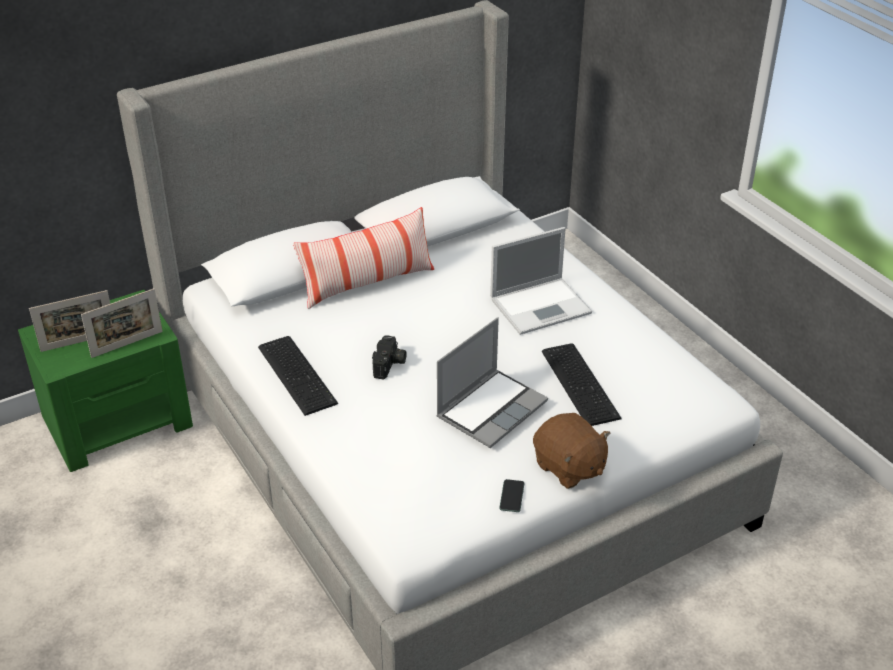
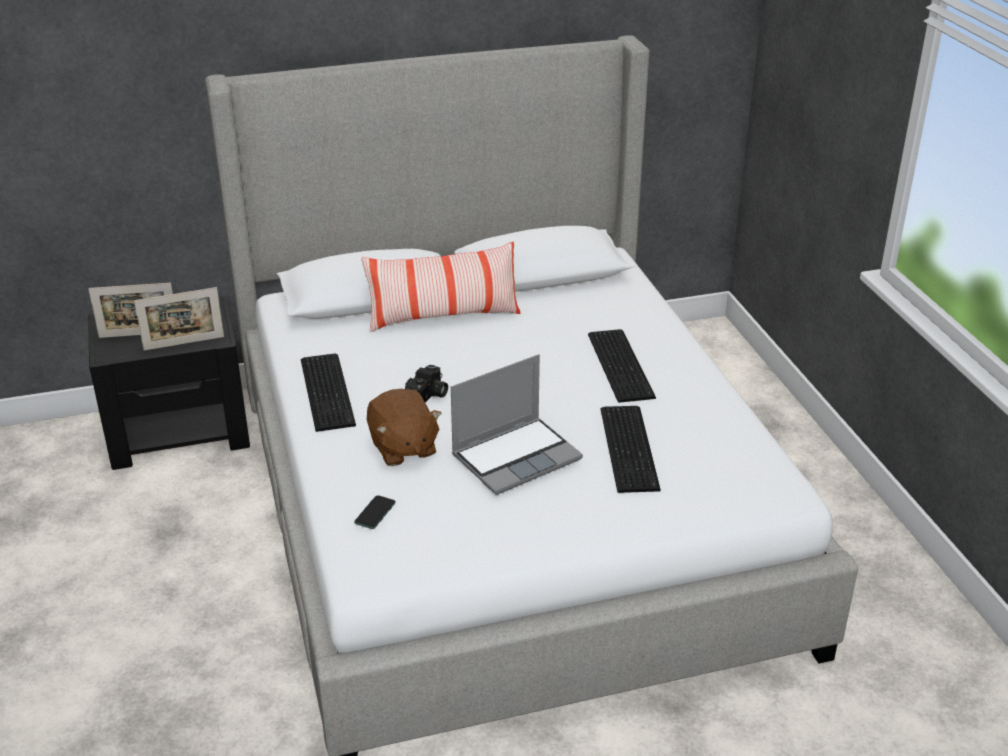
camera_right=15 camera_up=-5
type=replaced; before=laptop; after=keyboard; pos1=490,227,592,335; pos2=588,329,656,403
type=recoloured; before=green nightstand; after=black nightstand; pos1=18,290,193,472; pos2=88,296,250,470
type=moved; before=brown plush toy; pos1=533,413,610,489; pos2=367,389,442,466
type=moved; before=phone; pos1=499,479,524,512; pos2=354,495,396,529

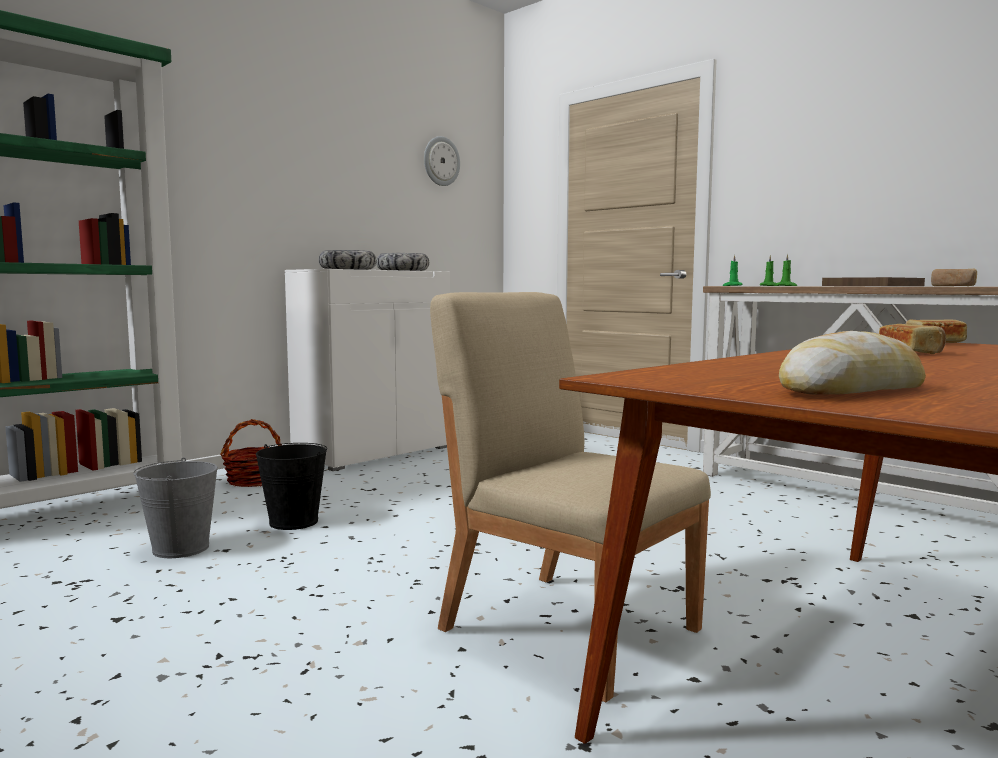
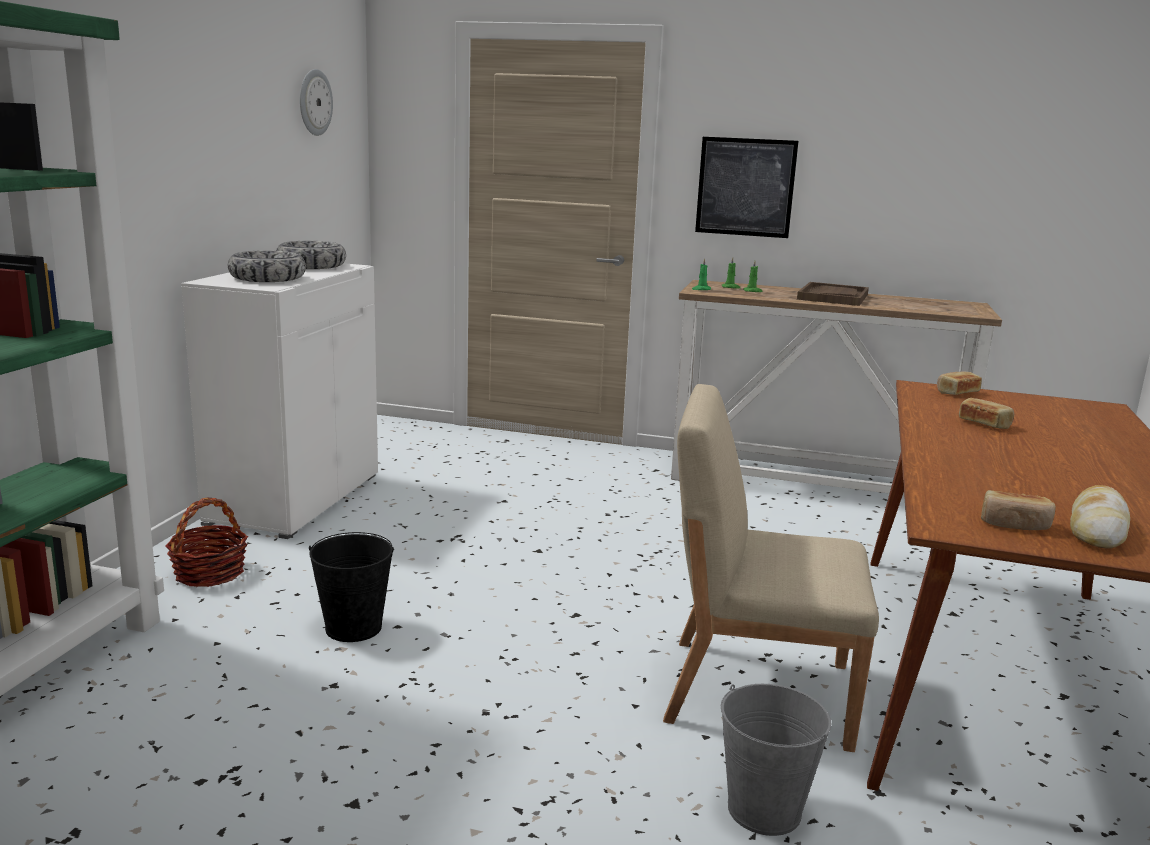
camera_right=-30 camera_up=10
type=moved; before=bread; pos1=931,269,977,286; pos2=981,490,1056,530
type=moved; before=grey bucket; pos1=133,457,218,558; pos2=721,684,831,836
type=added; after=picture; pos2=695,137,798,238

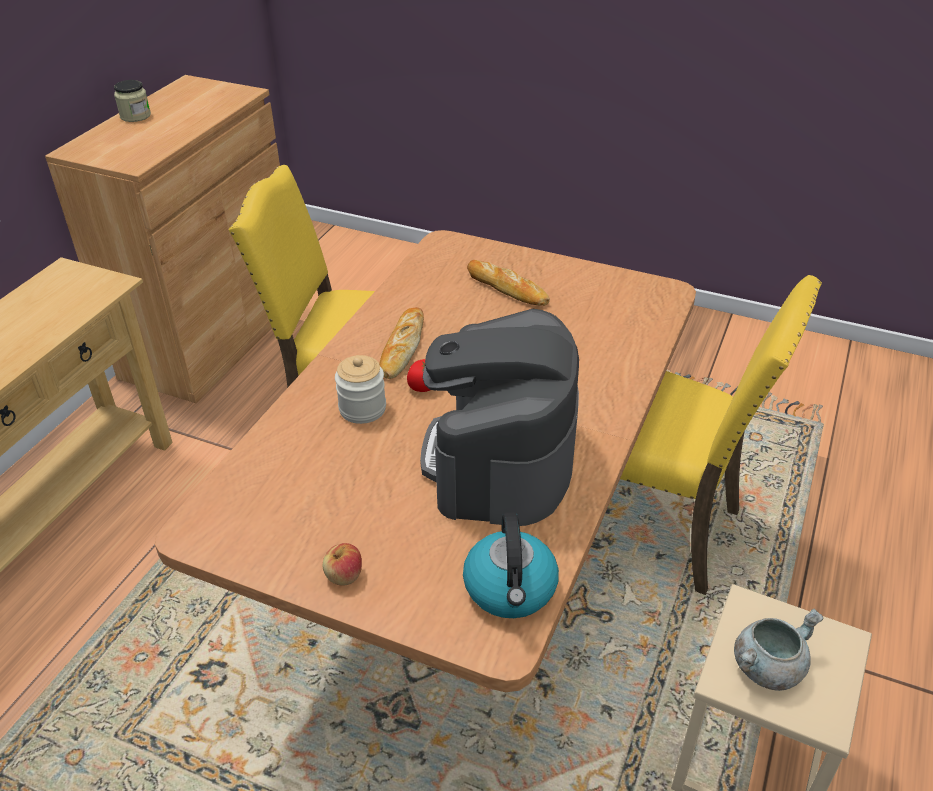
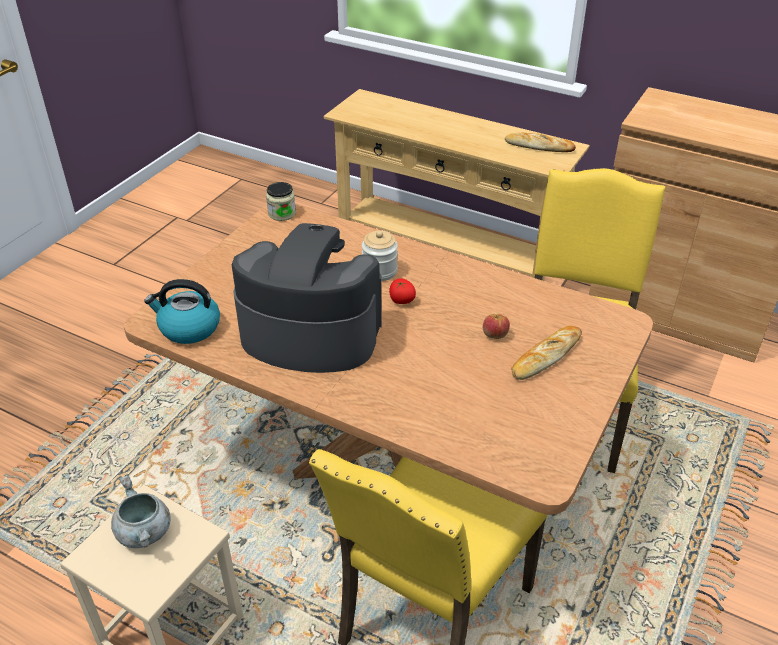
camera_right=95 camera_up=0
type=moved; before=jar; pos1=114,80,151,122; pos2=266,182,296,221
type=moved; before=bread; pos1=379,307,424,379; pos2=505,133,576,152
type=moved; before=apple; pos1=323,543,362,586; pos2=483,313,510,339

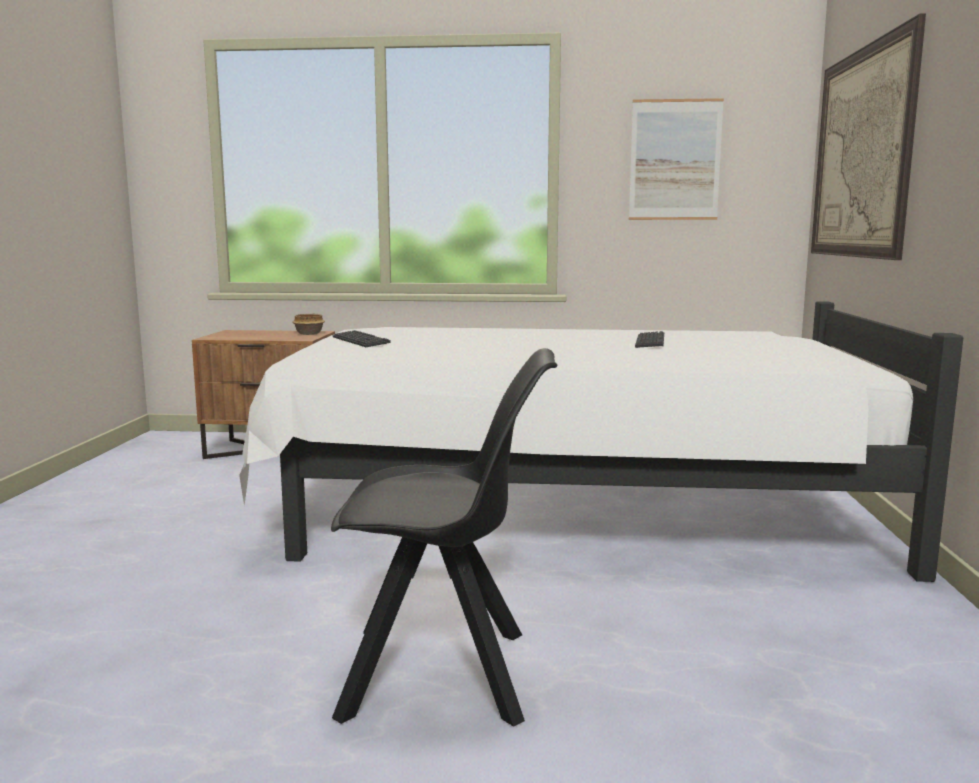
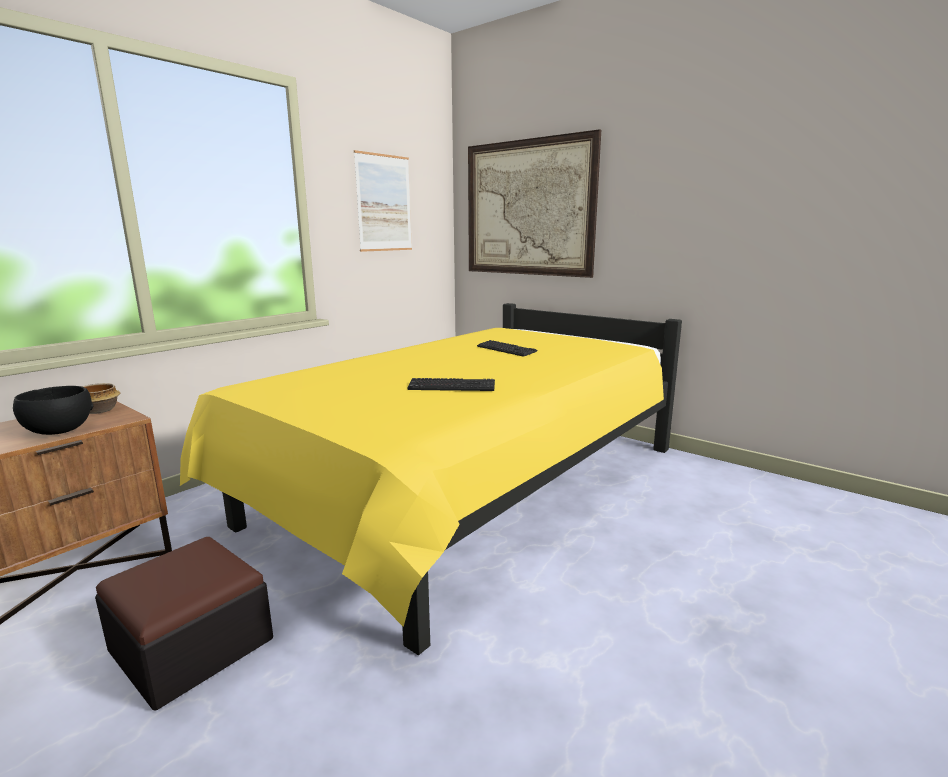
camera_right=-55 camera_up=5
type=recoloured; before=white bed; after=yellow bed; pos1=239,302,963,582; pos2=180,303,682,656
type=moved; before=keyboard; pos1=332,330,391,347; pos2=408,378,495,391
type=removed; before=black chair; pos1=331,348,558,727
type=added; after=black bowl; pos2=13,386,93,435
type=added; after=ottoman; pos2=95,537,273,711

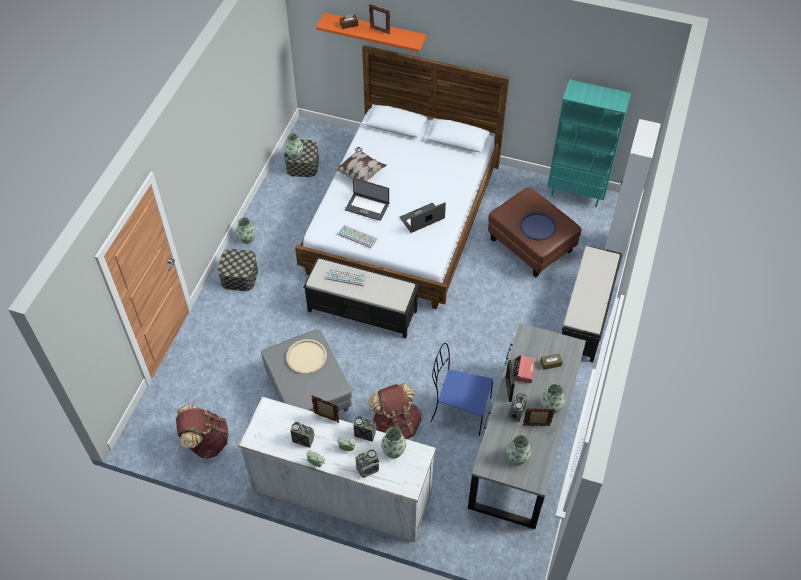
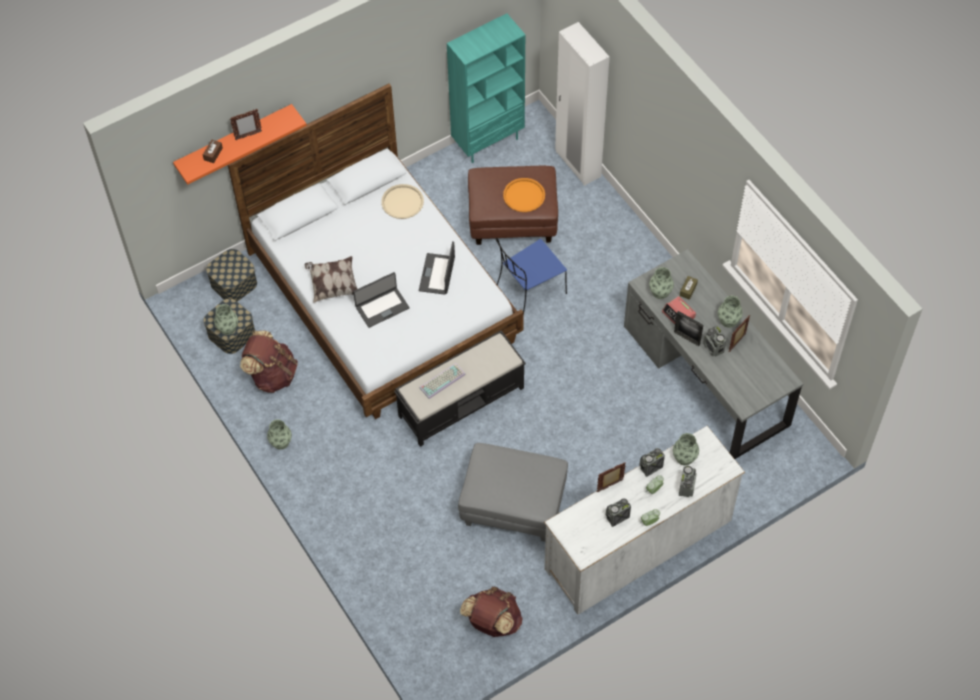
camera_right=-50 camera_up=5
type=recoloured; before=blue tray; after=orange tray; pos1=520,212,557,240; pos2=503,178,545,212
type=removed; before=keyboard; pos1=337,225,377,248
type=removed; before=black bench; pos1=562,246,622,363
type=moved; before=storage box; pos1=218,249,258,291; pos2=206,249,257,302
type=moved; before=beige tray; pos1=286,339,327,374; pos2=381,184,424,219
type=moved; before=blue chair; pos1=431,343,493,436; pos2=496,238,567,312
type=moved; before=brown backpack; pos1=368,383,422,439; pos2=240,331,298,393
type=moved; before=vase; pos1=506,435,531,465; pos2=649,267,674,299

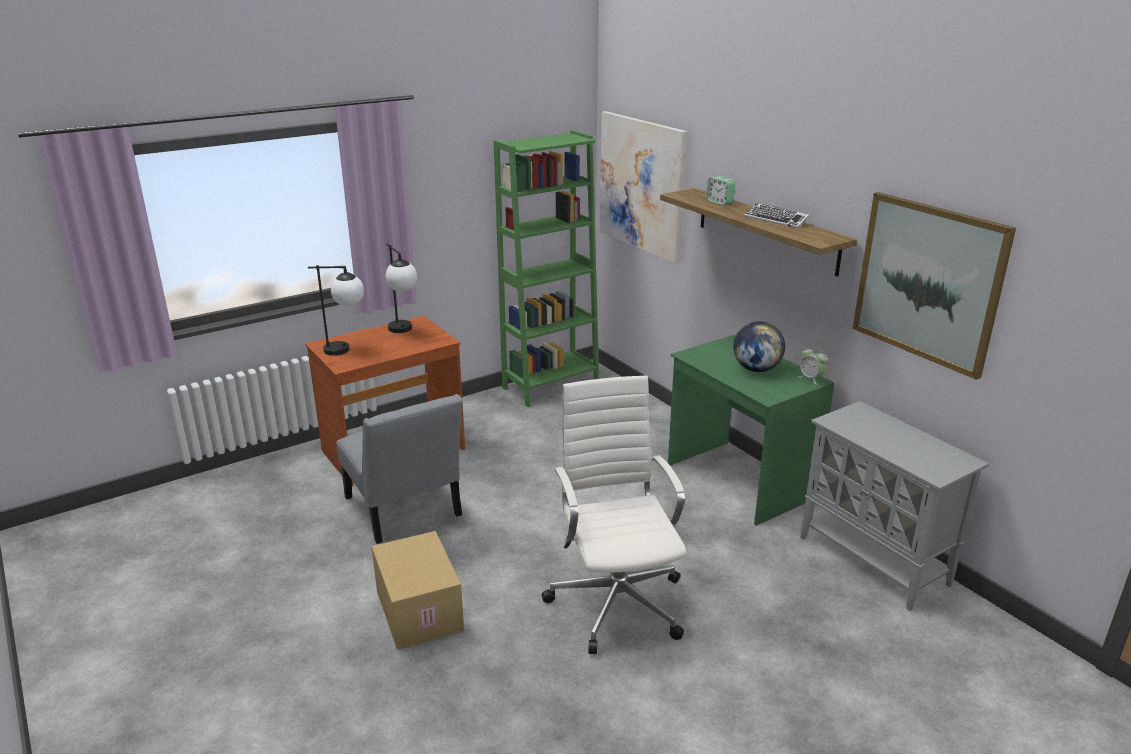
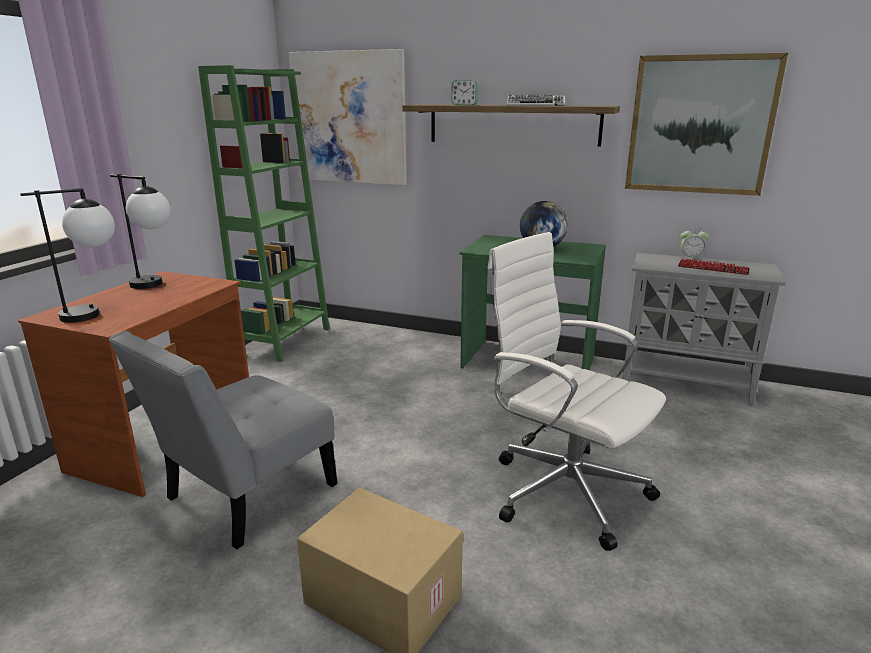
camera_right=-35 camera_up=-5
type=moved; before=alarm clock; pos1=799,347,828,385; pos2=680,228,709,261
type=turned; before=grey chair; pos1=336,394,463,544; pos2=109,331,338,549; turn=105
type=added; after=keyboard; pos2=678,258,750,275

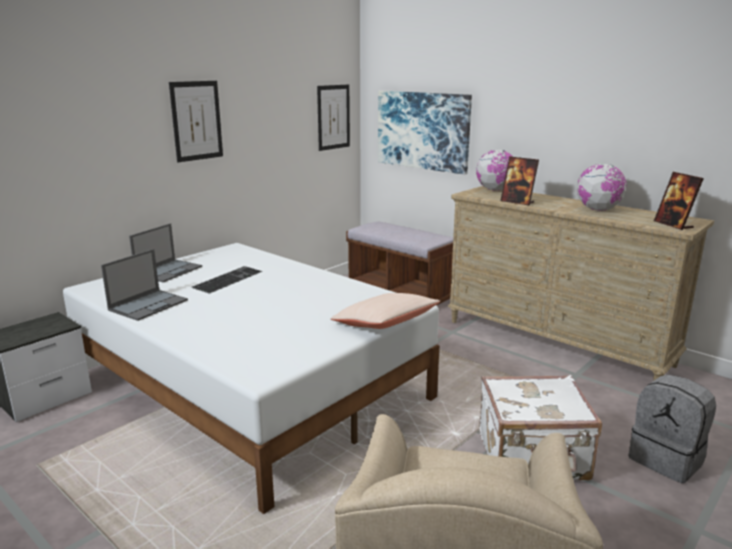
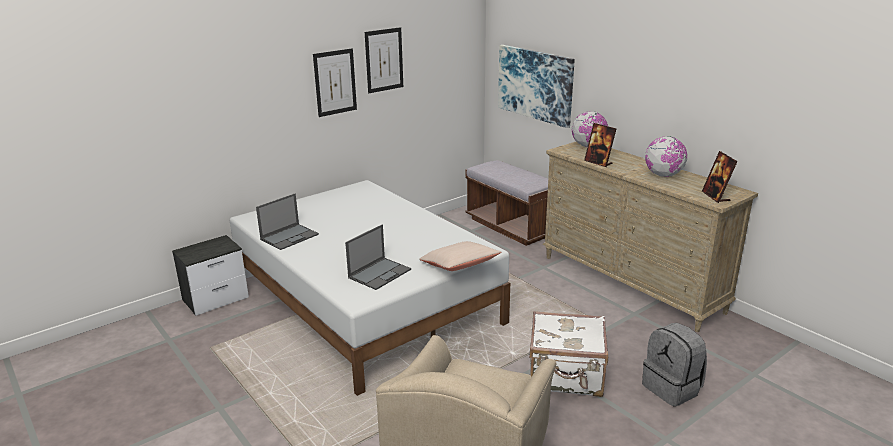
camera_right=10 camera_up=5
type=moved; before=picture; pos1=317,84,350,151; pos2=365,27,403,93
type=moved; before=laptop; pos1=129,223,202,282; pos2=345,225,411,290
type=removed; before=keyboard; pos1=192,266,263,294

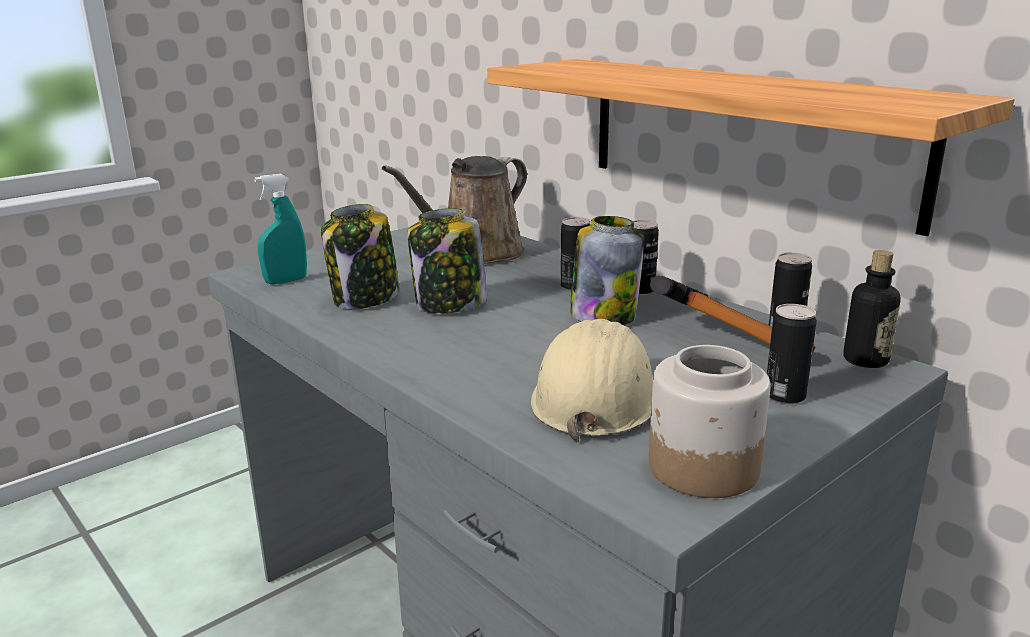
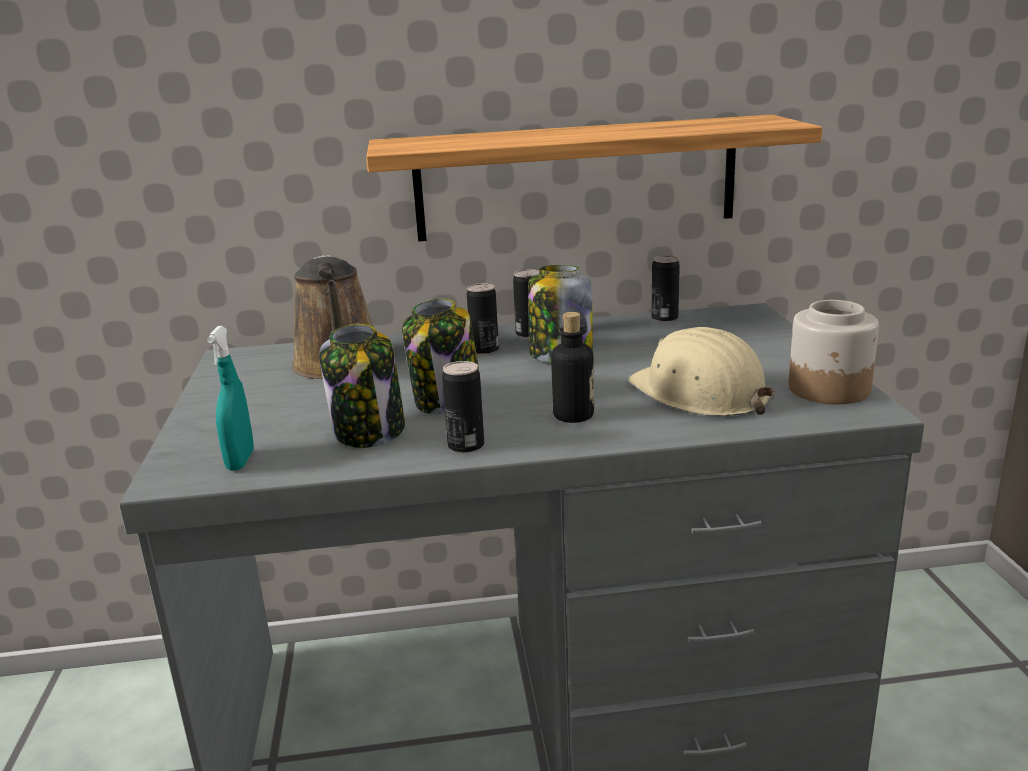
camera_right=-55 camera_up=0
type=moved; before=bottle; pos1=844,250,901,368; pos2=551,312,594,423
type=removed; before=hammer; pos1=650,276,816,354
type=moved; before=can; pos1=767,304,817,404; pos2=442,361,484,453

